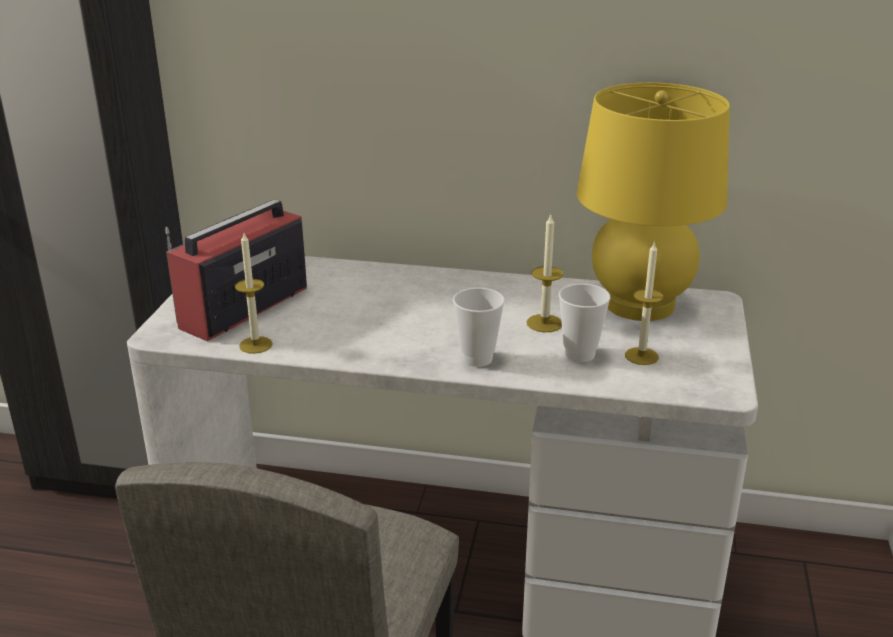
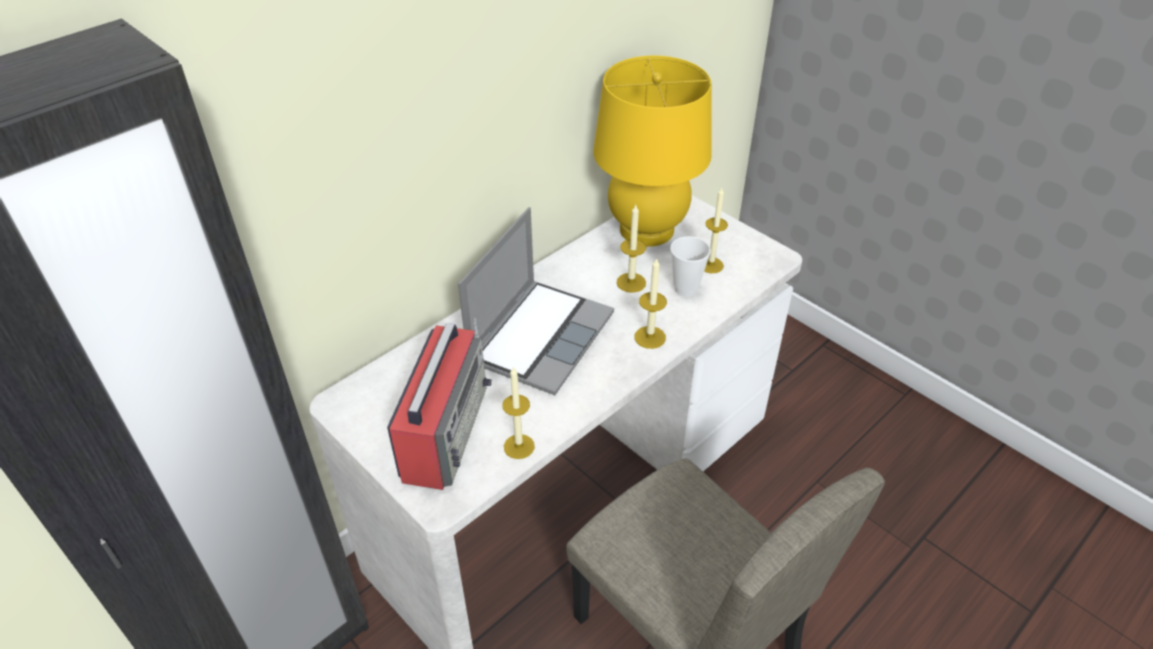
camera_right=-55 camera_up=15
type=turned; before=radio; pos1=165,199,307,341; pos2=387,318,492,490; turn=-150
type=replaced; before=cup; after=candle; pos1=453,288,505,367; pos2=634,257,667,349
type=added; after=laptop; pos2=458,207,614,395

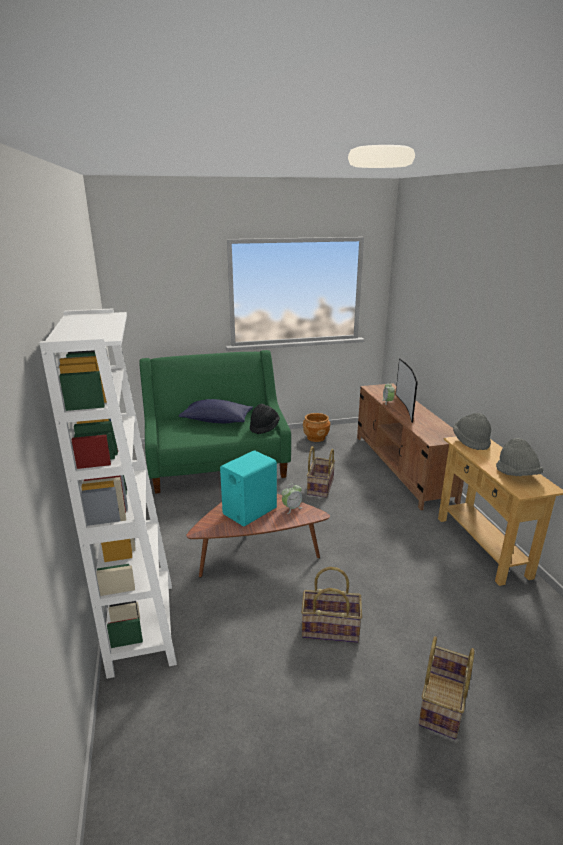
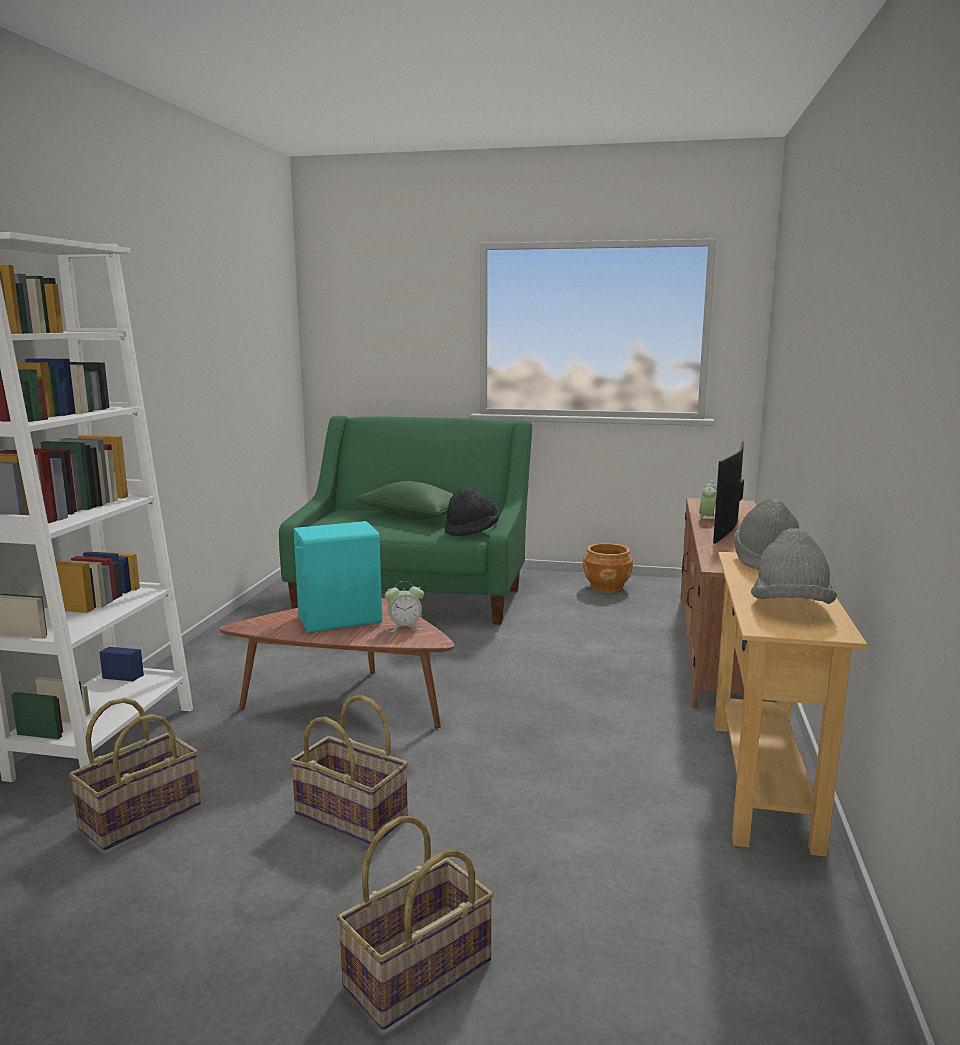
camera_right=25 camera_up=-10
type=recoloured; before=blue pillow; after=green pillow; pos1=179,399,253,423; pos2=355,481,454,520
type=moved; before=basket; pos1=307,446,335,498; pos2=69,698,201,850

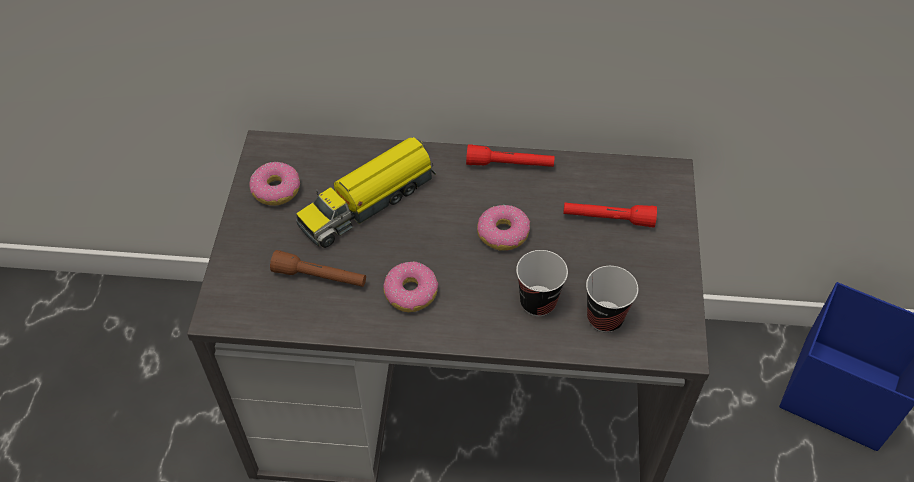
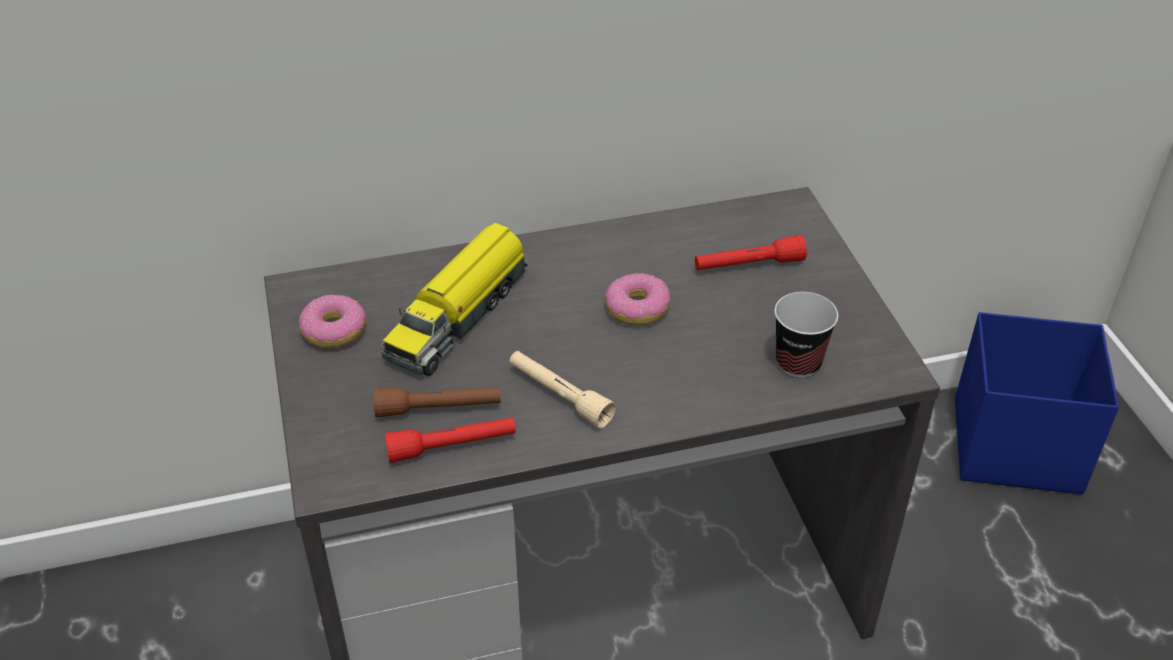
camera_right=-20 camera_up=-10
type=moved; before=red flashlight; pos1=466,144,555,167; pos2=385,417,516,463
type=removed; before=cup; pos1=516,250,568,316
type=replaced; before=donut; after=beige flashlight; pos1=383,262,438,312; pos2=510,351,616,428

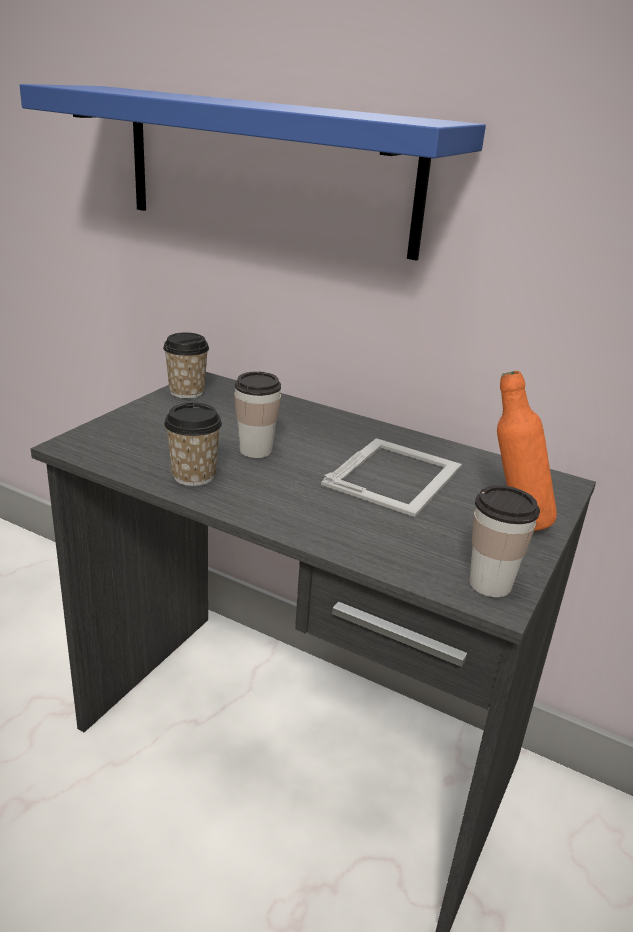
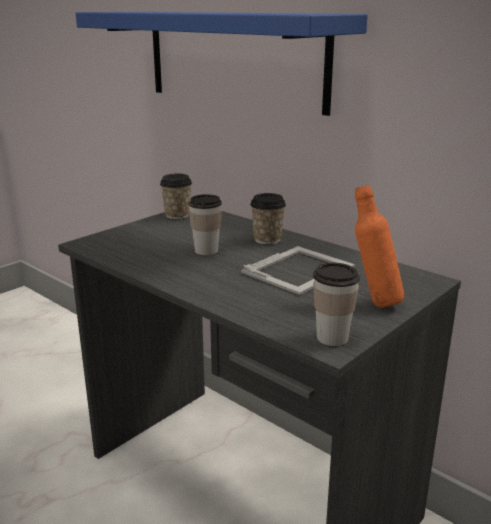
camera_right=15 camera_up=-5
type=moved; before=cup; pos1=164,403,222,486; pos2=250,193,286,244

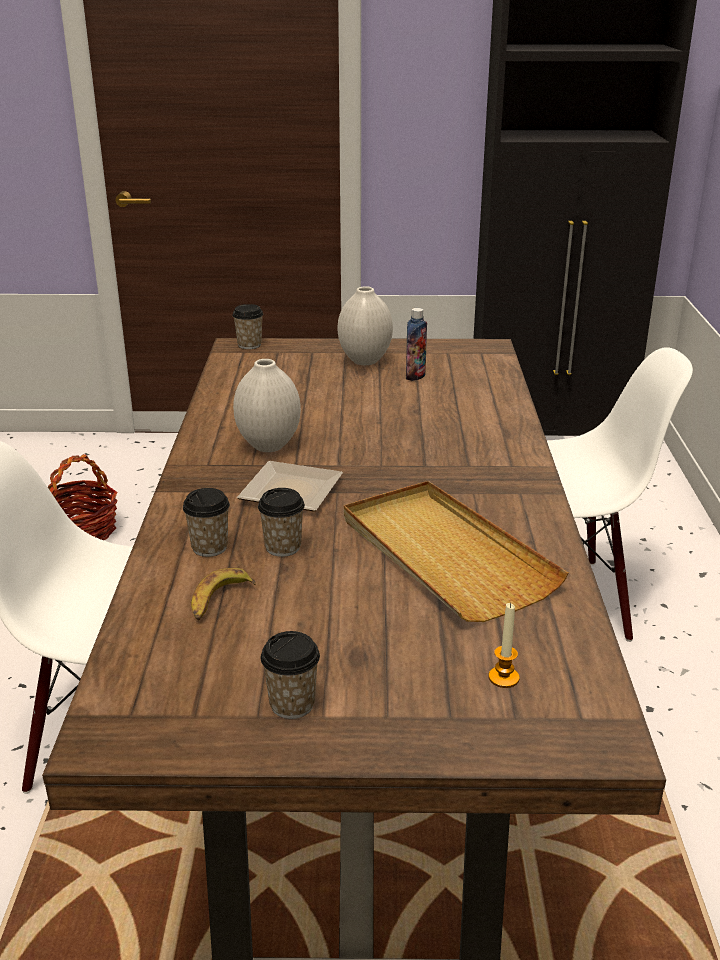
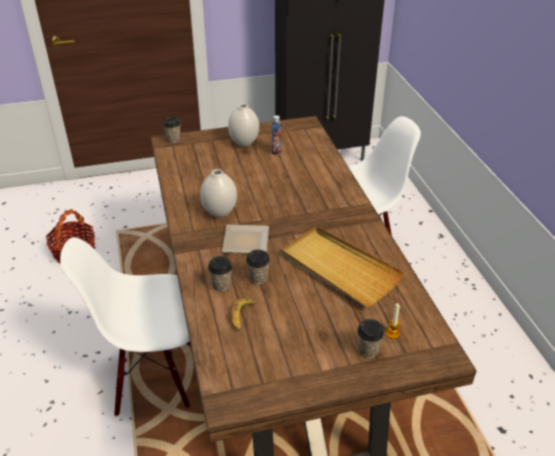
camera_right=-15 camera_up=10
type=moved; before=cup; pos1=261,631,320,719; pos2=357,319,385,358

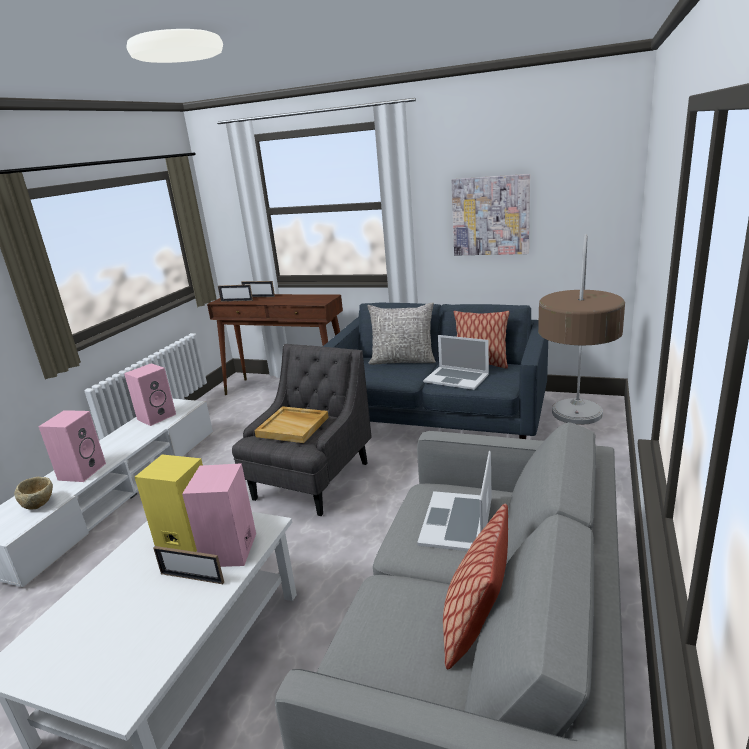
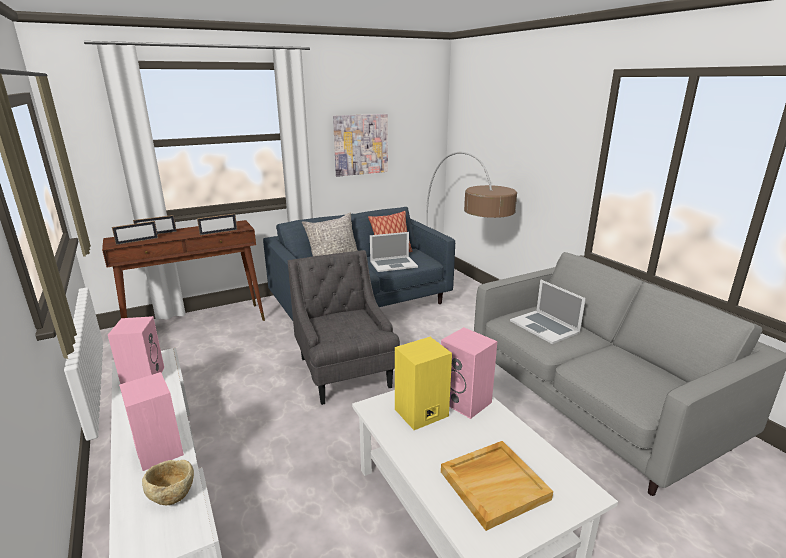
camera_right=-50 camera_up=0
type=moved; before=beige tray; pos1=254,406,329,443; pos2=441,441,553,531
type=removed; before=pillow; pos1=443,504,508,669
type=moved; before=picture frame; pos1=153,546,224,584; pos2=197,214,237,235

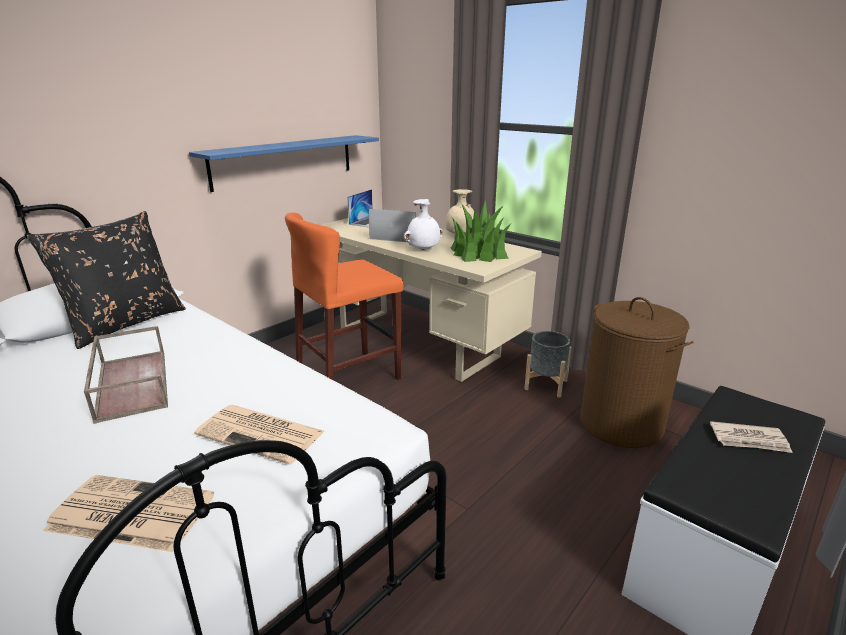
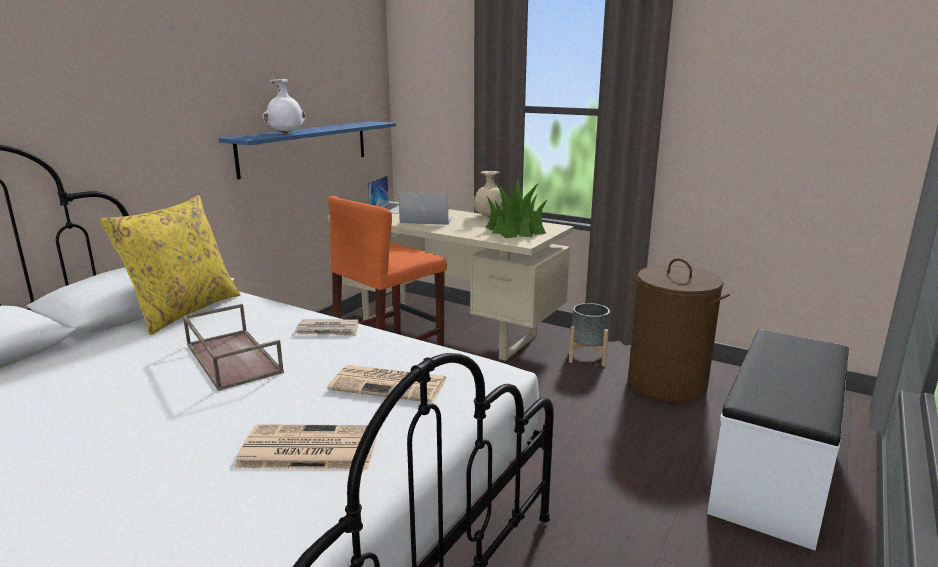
camera_right=-10 camera_up=-5
type=moved; before=white vase; pos1=404,199,442,250; pos2=262,79,306,134
type=recoloured; before=black pillow; after=yellow pillow; pos1=27,211,186,349; pos2=99,195,240,335
type=moved; before=newspaper; pos1=710,421,792,453; pos2=295,319,359,336

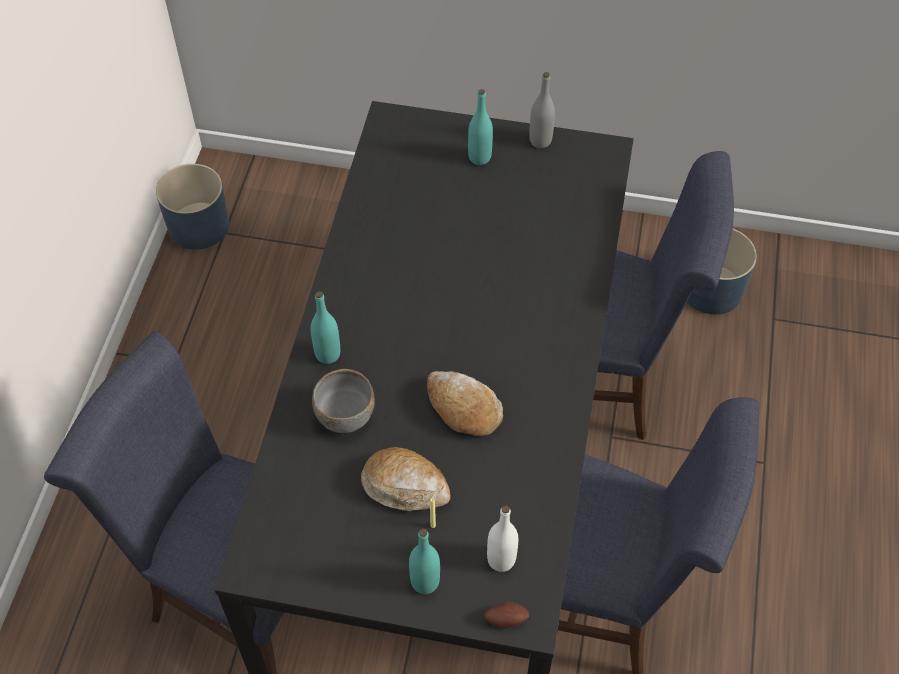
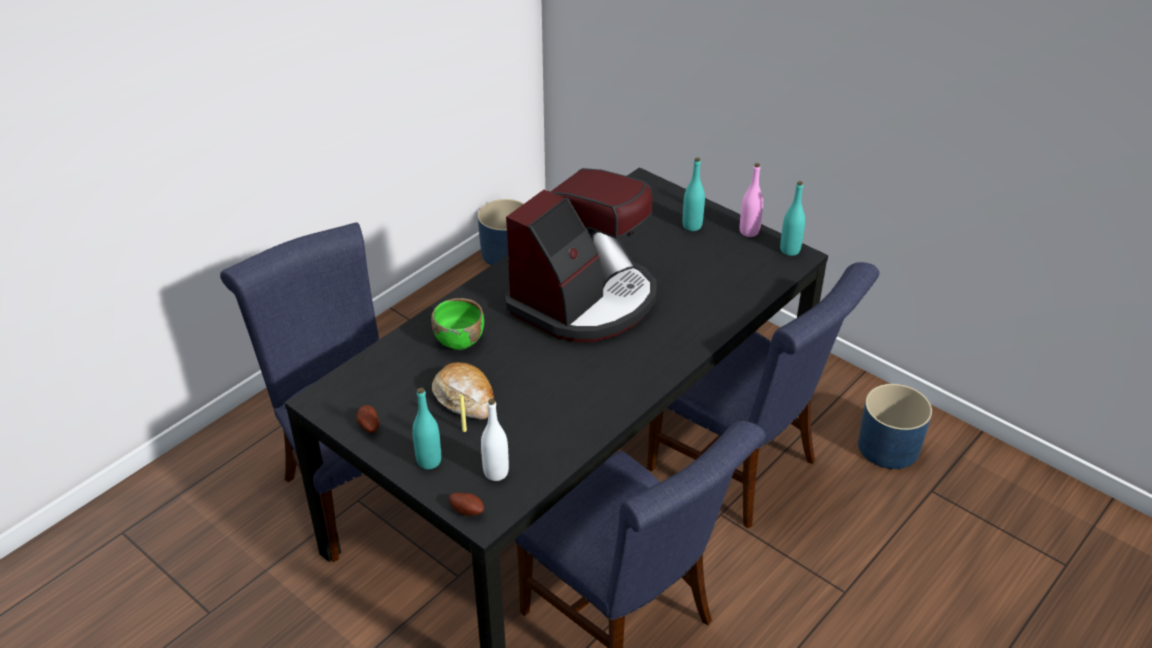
camera_right=30 camera_up=-15
type=recoloured; before=grey bottle; after=pink bottle; pos1=529,72,555,148; pos2=740,163,763,237
type=moved; before=turquoise bottle; pos1=311,291,340,364; pos2=780,181,805,256
type=recoloured; before=grey bowl; after=green bowl; pos1=312,369,375,433; pos2=431,298,484,350
type=removed; before=bread; pos1=427,371,503,436
type=added; after=coffee machine; pos2=505,168,657,342
type=added; after=potato; pos2=357,405,379,433

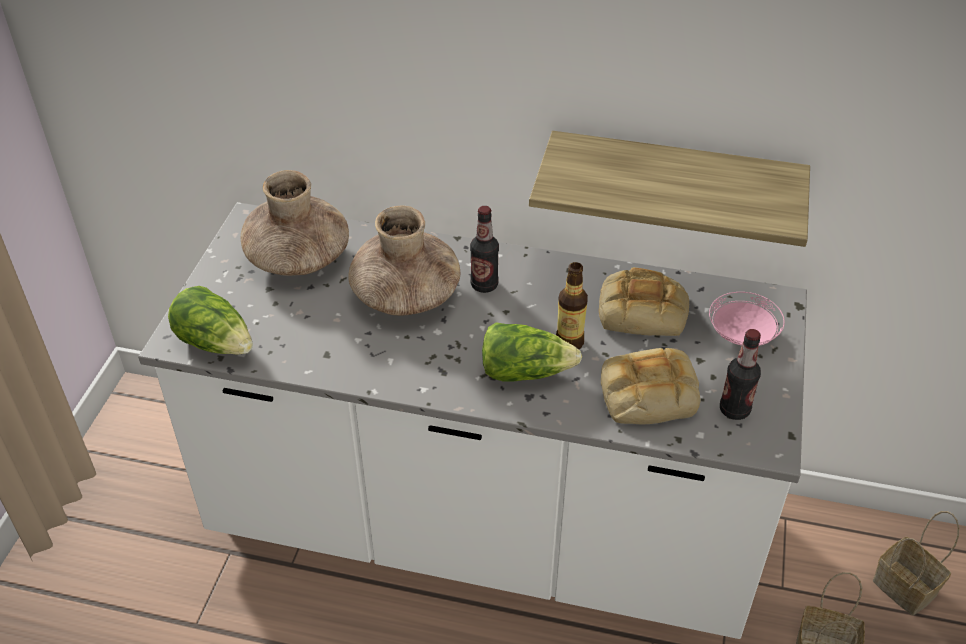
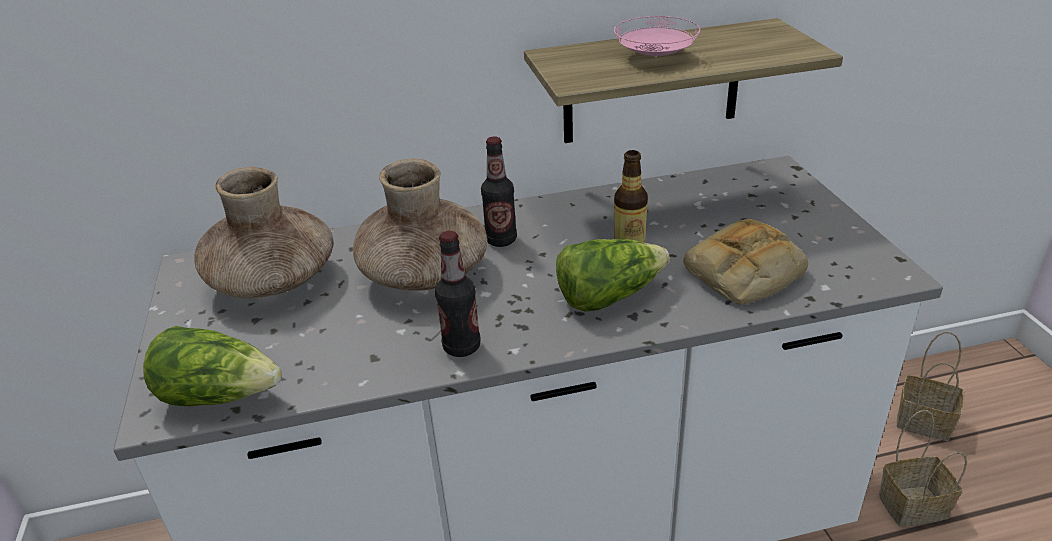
camera_right=-25 camera_up=-10
type=removed; before=bread; pos1=599,267,689,336
type=moved; before=pink plate; pos1=709,292,785,346; pos2=614,16,700,57
type=moved; before=bottle; pos1=720,329,761,420; pos2=435,231,481,357

